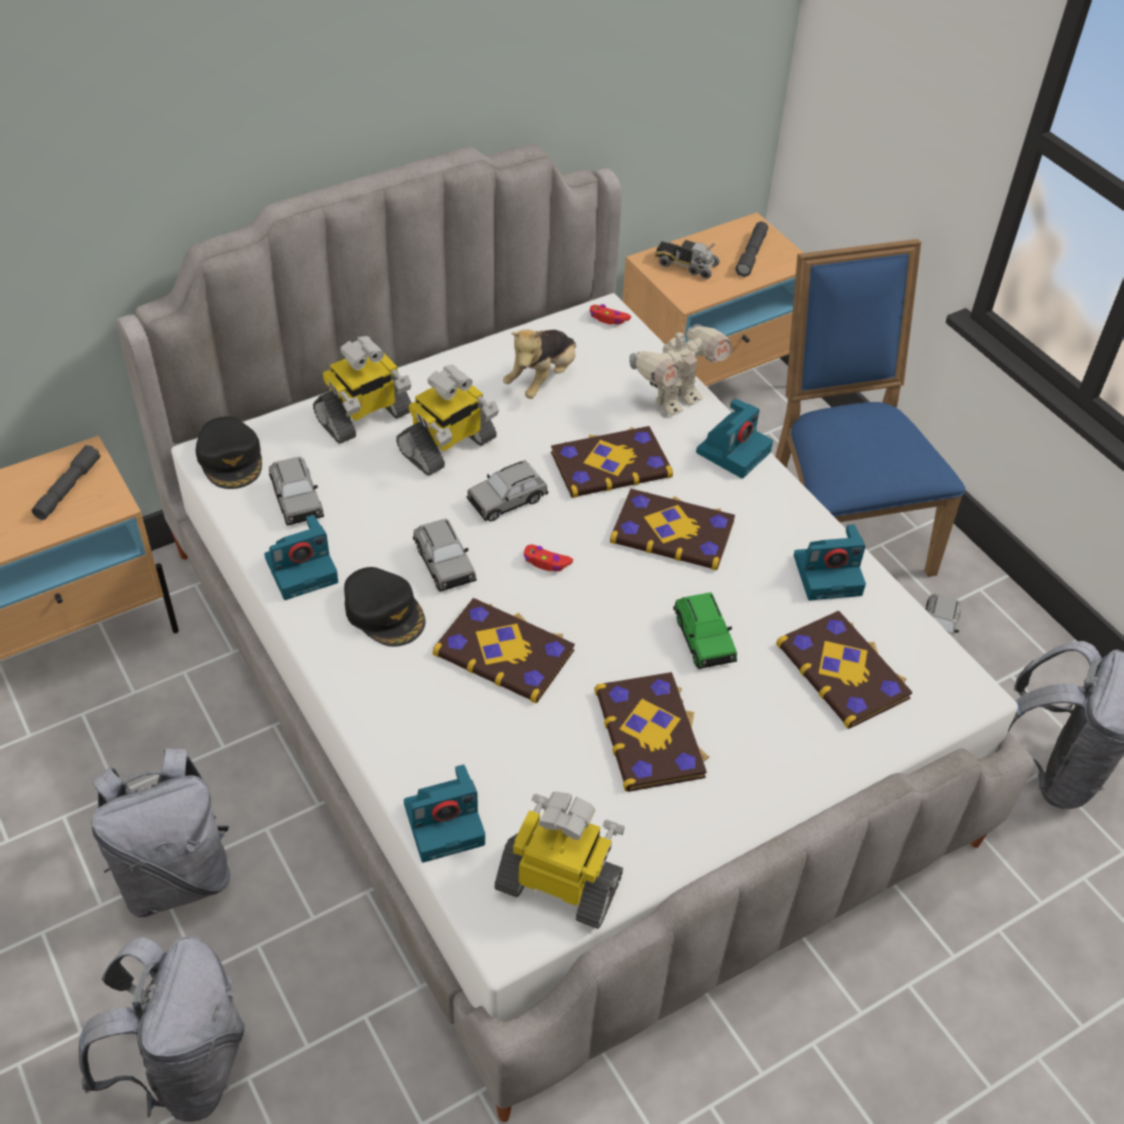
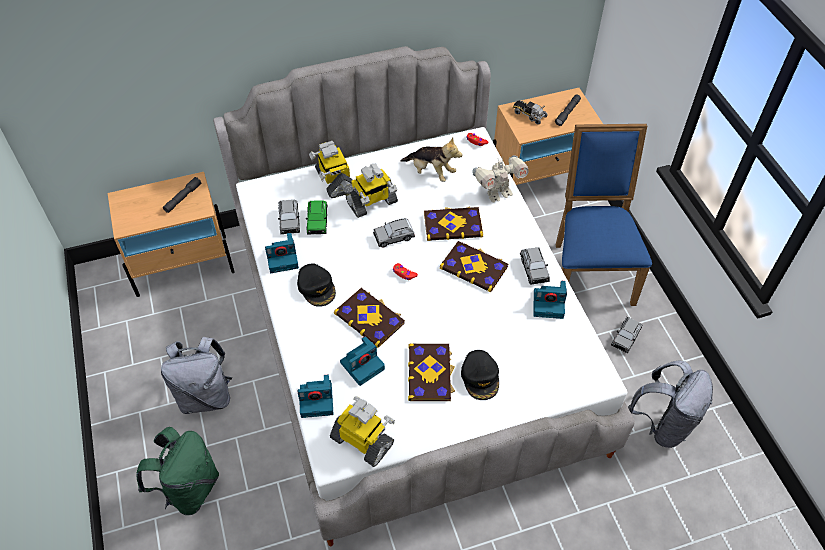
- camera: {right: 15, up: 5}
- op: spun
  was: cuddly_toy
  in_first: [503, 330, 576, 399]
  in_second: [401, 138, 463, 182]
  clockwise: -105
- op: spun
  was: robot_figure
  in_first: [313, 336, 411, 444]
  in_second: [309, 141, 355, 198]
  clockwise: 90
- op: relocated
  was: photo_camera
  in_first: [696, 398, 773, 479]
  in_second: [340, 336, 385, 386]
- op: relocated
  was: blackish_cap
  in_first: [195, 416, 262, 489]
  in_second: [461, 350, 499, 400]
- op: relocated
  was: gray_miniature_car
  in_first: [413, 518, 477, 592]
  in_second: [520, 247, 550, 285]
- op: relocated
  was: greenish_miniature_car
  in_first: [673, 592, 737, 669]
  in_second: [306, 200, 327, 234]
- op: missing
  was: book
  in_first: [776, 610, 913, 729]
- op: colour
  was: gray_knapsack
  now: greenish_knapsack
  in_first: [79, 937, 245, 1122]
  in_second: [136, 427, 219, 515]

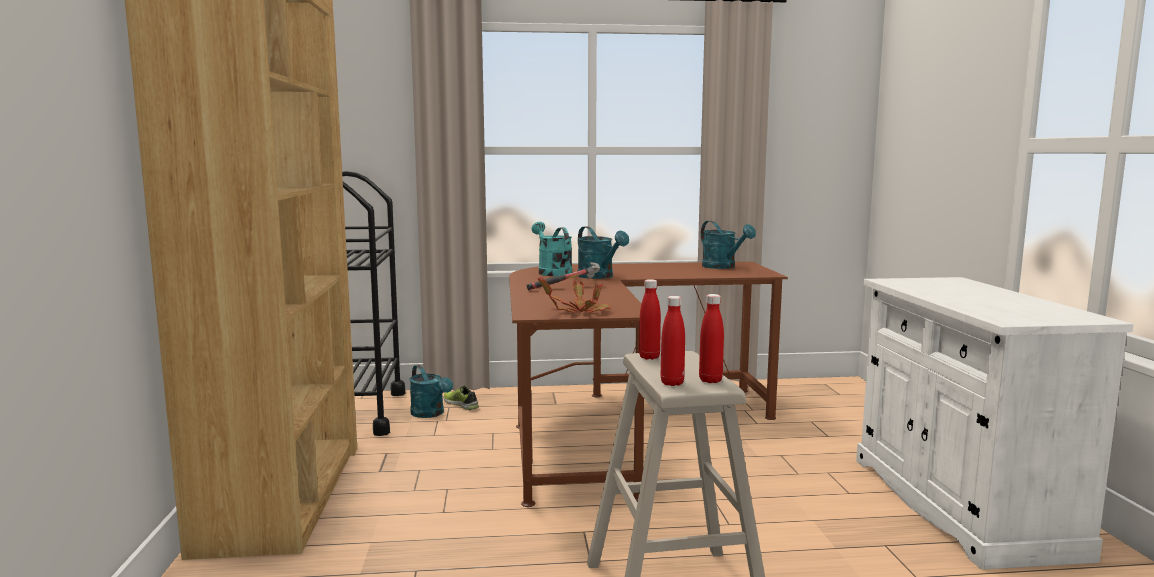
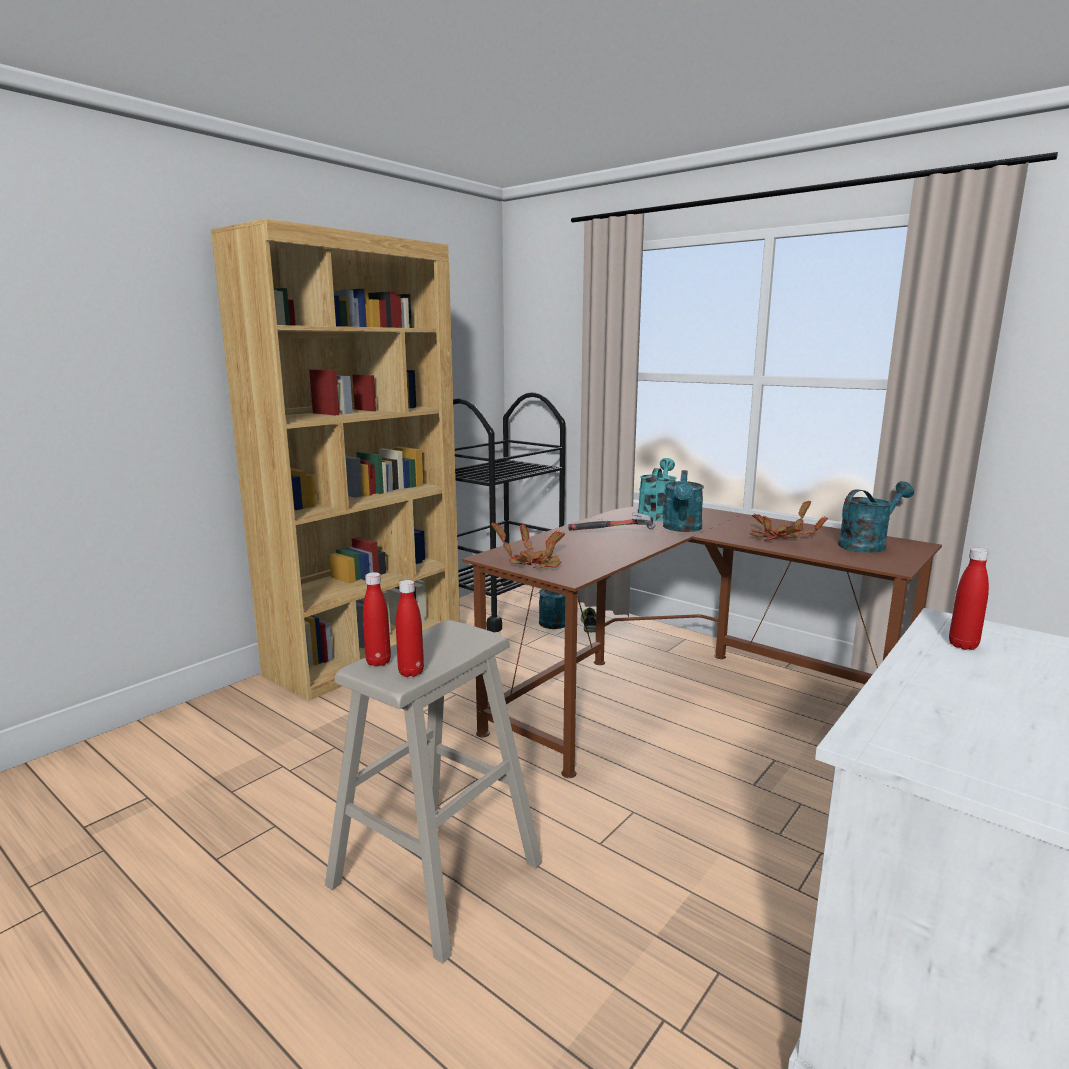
- camera: {right: 45, up: 5}
- op: spun
  was: turquoise-coloured_watering_pot
  in_first: [701, 221, 756, 269]
  in_second: [838, 481, 914, 553]
  clockwise: -135
- op: relocated
  was: reddish_bottle
  in_first: [639, 279, 661, 360]
  in_second: [949, 548, 989, 650]
- op: appeared
  now: houseplant
  in_second: [750, 501, 828, 541]

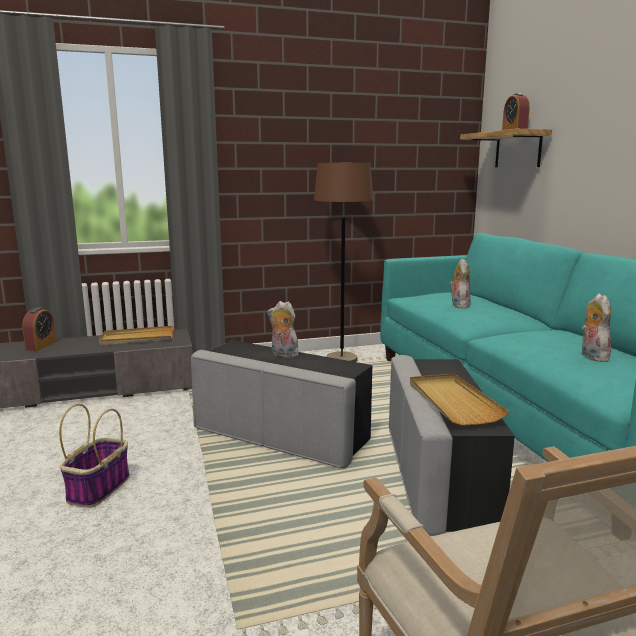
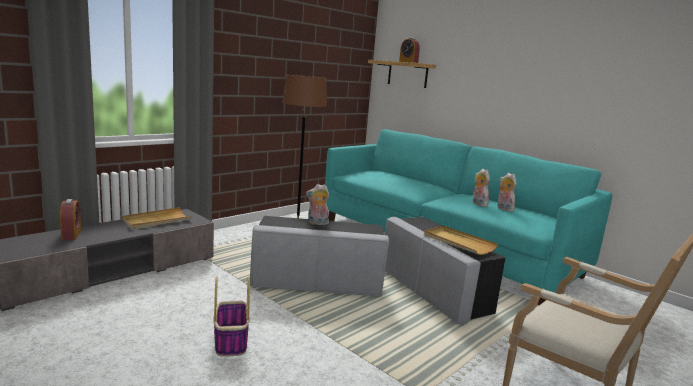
- camera: {right: -30, up: 0}
- op: relocated
  was: cuddly_toy
  in_first: [450, 259, 471, 308]
  in_second: [473, 169, 490, 207]

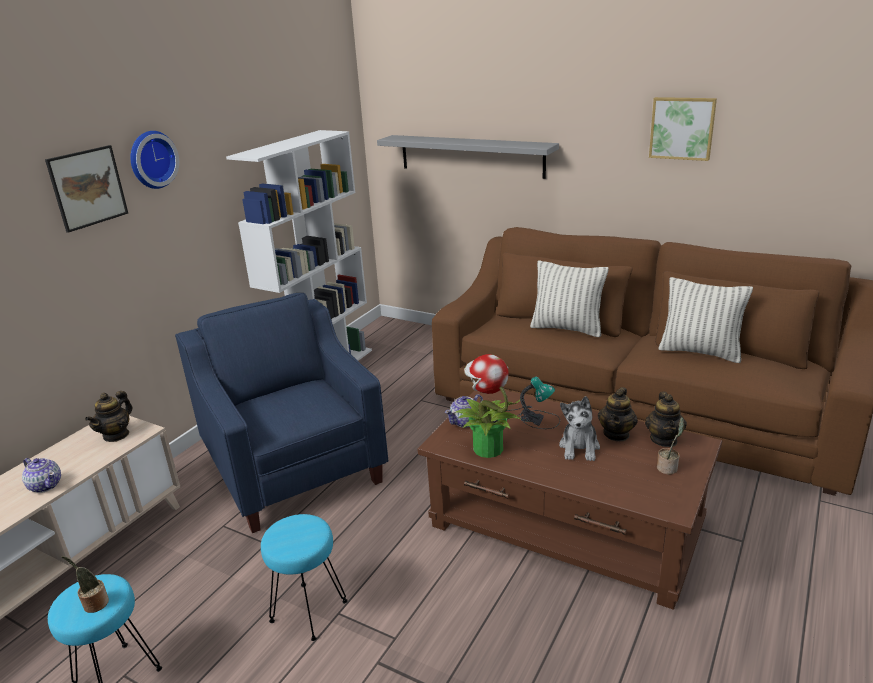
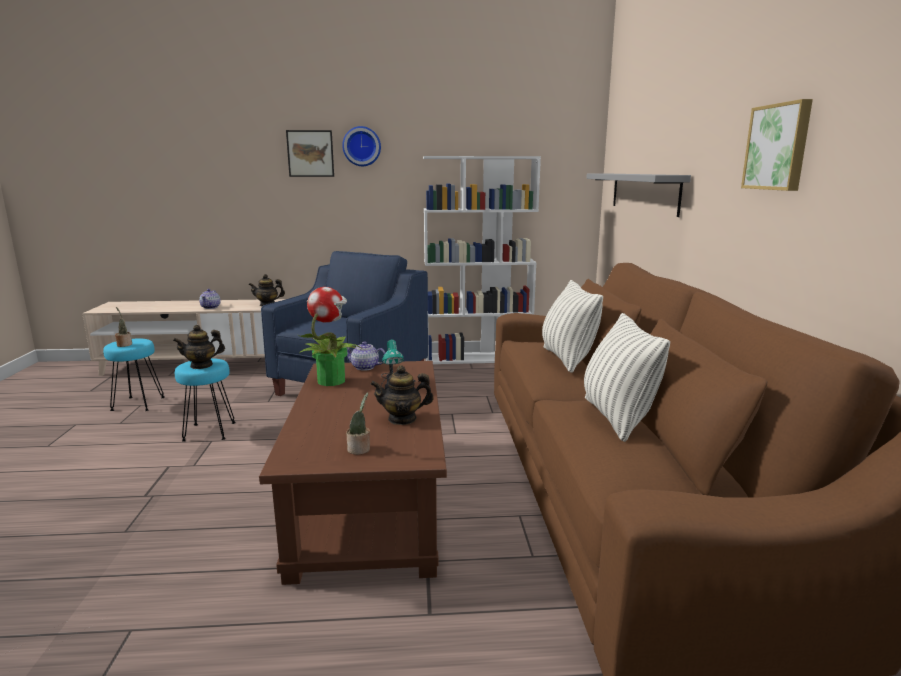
- camera: {right: 55, up: -10}
- op: relocated
  was: pot_for_tea
  in_first: [645, 392, 687, 447]
  in_second: [173, 325, 225, 369]
- op: missing
  was: cuddly_toy
  in_first: [559, 396, 600, 461]

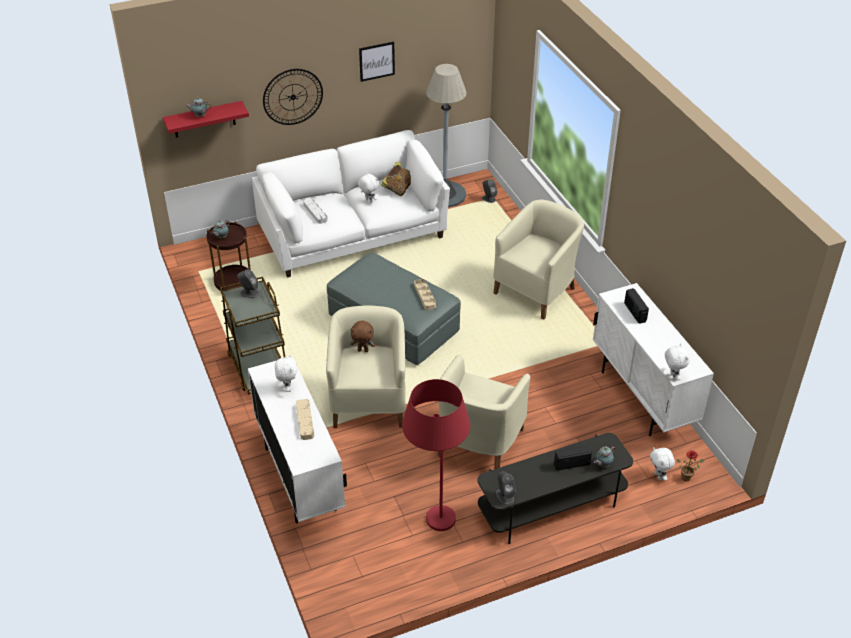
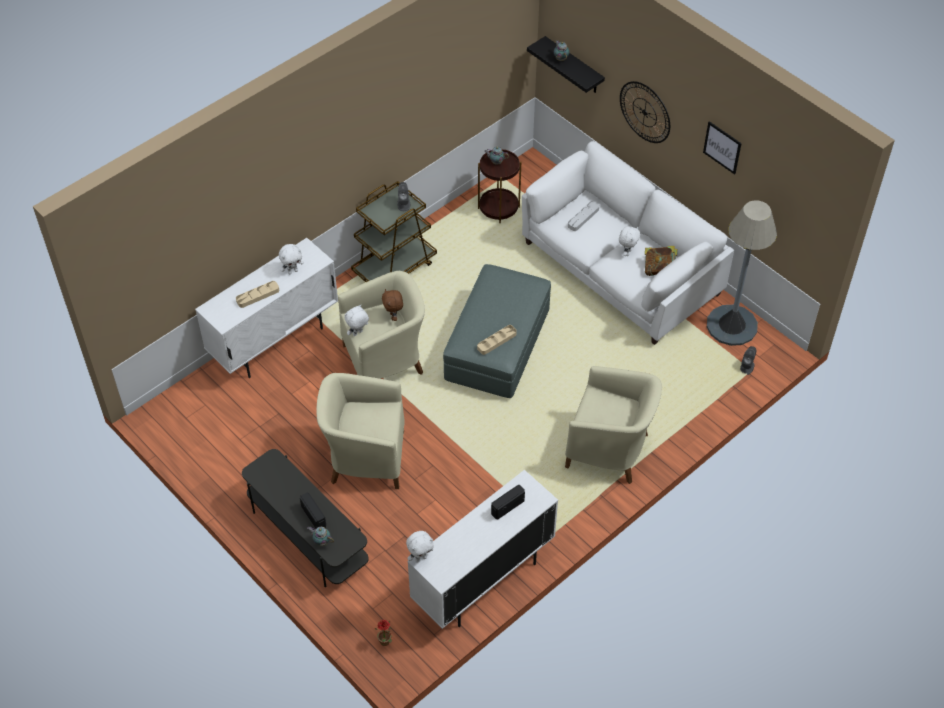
- camera: {right: 70, up: 10}
- op: colour
  was: reddish_bracket_shelf
  now: blackish_bracket_shelf
  in_first: [163, 101, 249, 137]
  in_second: [527, 36, 605, 93]
- op: missing
  was: reddish_standing_lamp
  in_first: [402, 379, 470, 531]
- op: relocated
  was: whitish_cuddly_toy
  in_first: [650, 447, 675, 481]
  in_second: [344, 305, 369, 336]
- op: missing
  was: gray_loudspeaker
  in_first: [496, 471, 516, 505]

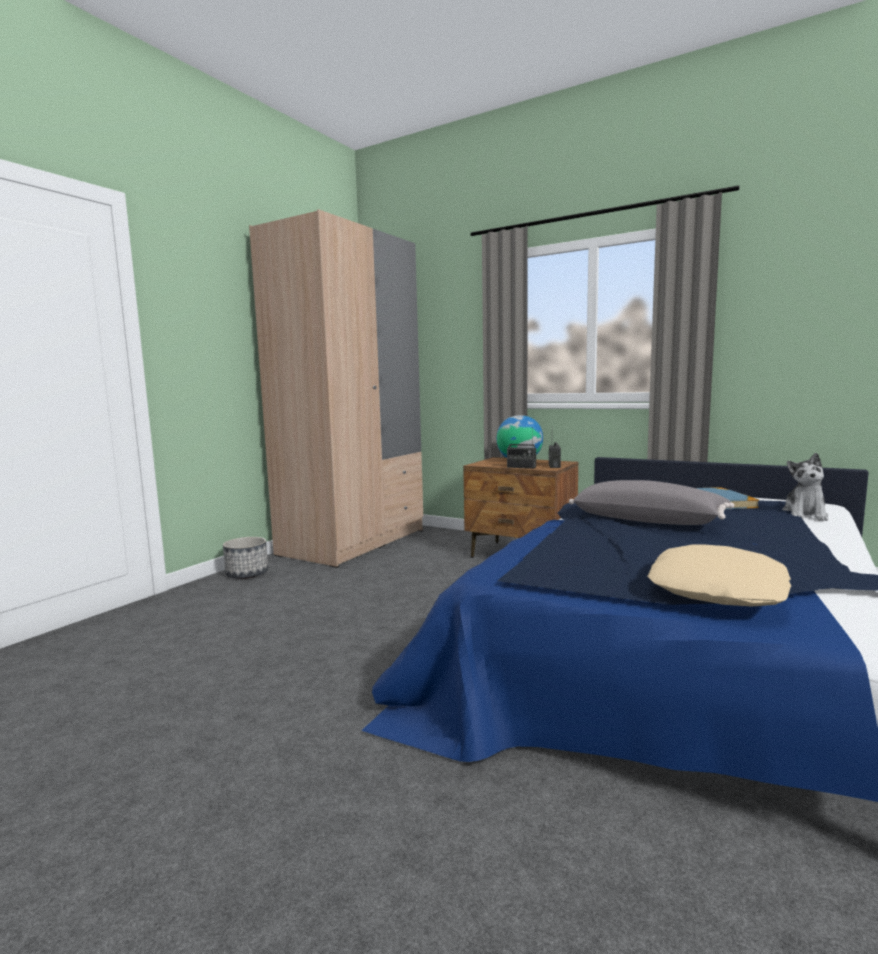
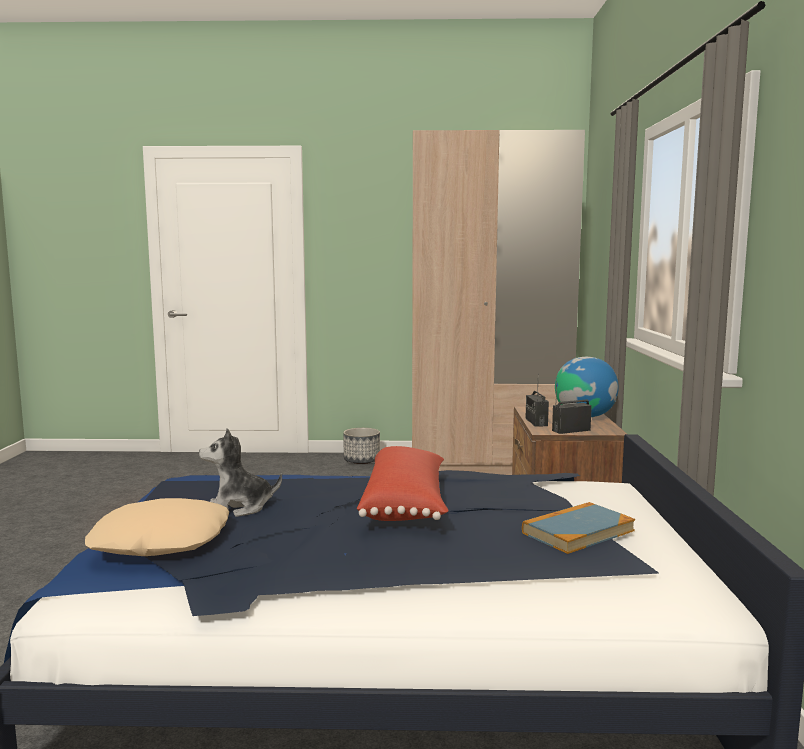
- camera: {right: 60, up: 0}
- op: relocated
  was: cuddly_toy
  in_first: [782, 453, 828, 521]
  in_second: [199, 428, 282, 517]
- op: colour
  was: gray_throw_pillow
  now: reddish_throw_pillow
  in_first: [569, 480, 734, 525]
  in_second: [357, 446, 448, 521]

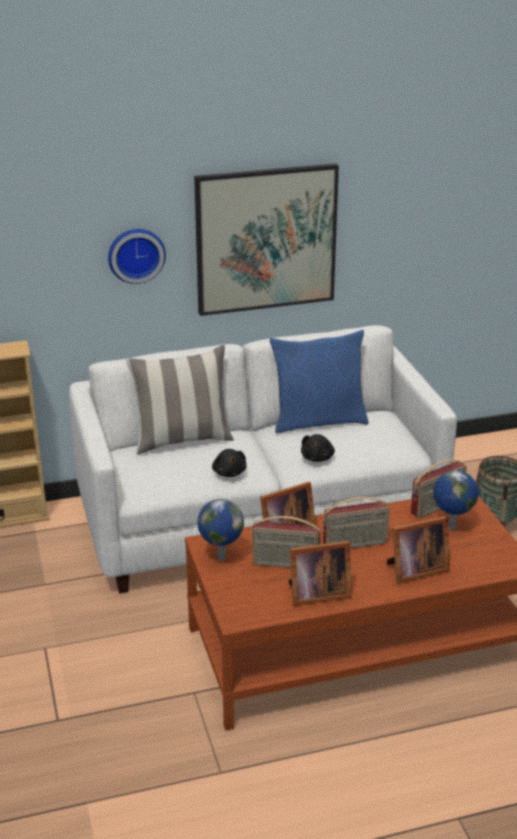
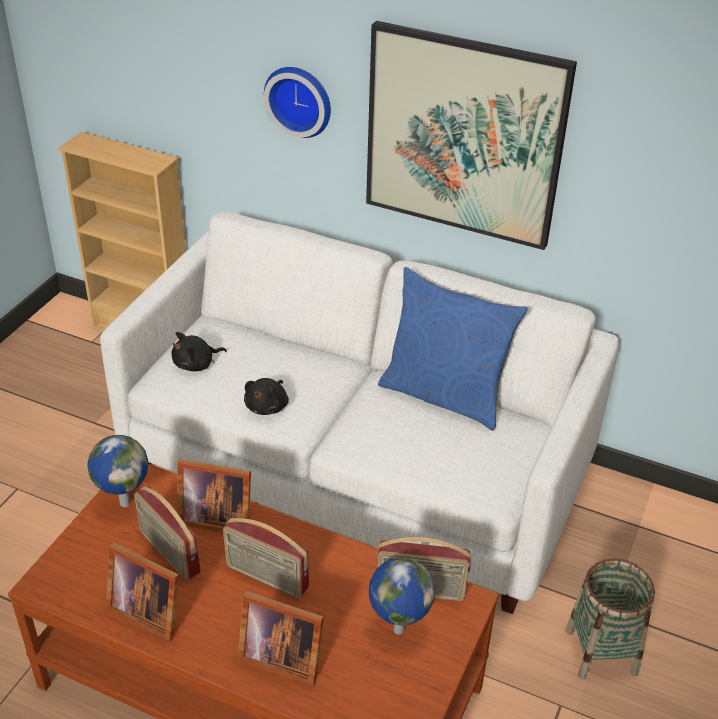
- camera: {right: 40, up: 10}
- op: missing
  was: throw_pillow
  in_first: [126, 345, 234, 455]
- op: relocated
  was: blackish_cuddly_toy
  in_first: [301, 434, 335, 462]
  in_second: [172, 332, 227, 371]

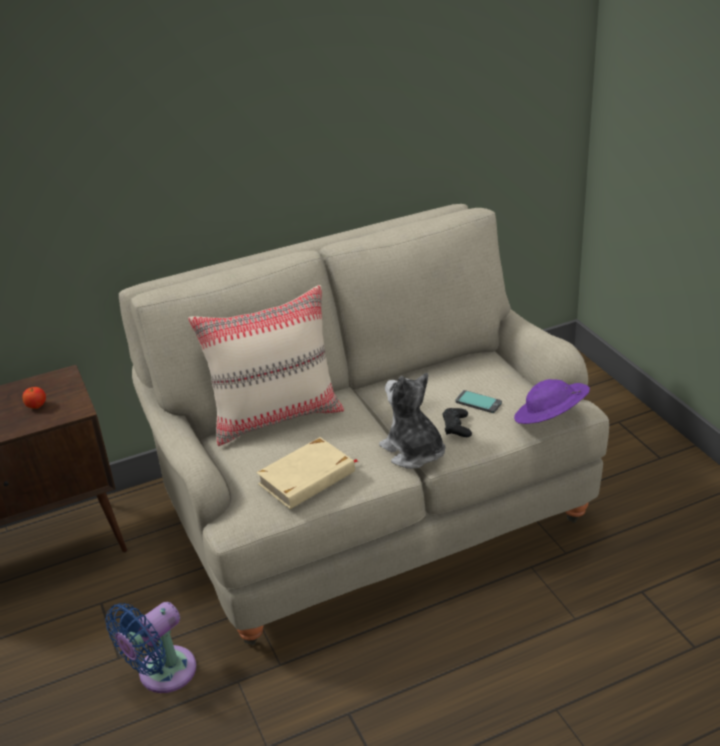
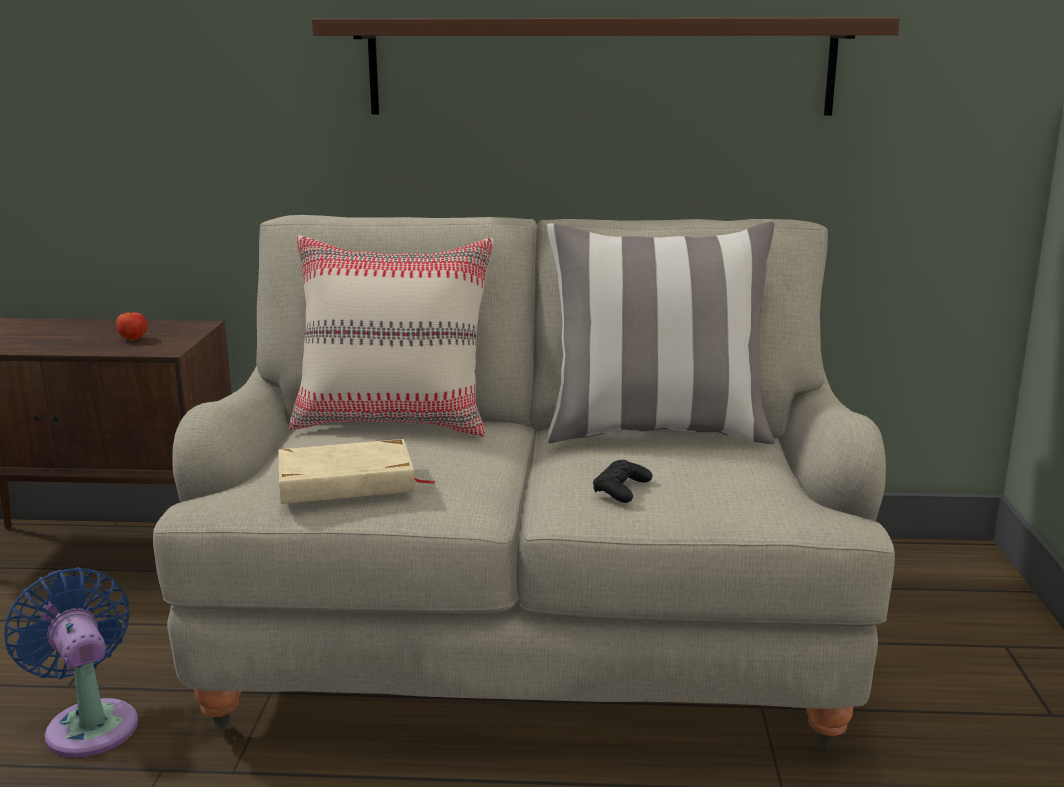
- camera: {right: 25, up: -15}
- op: missing
  was: cuddly_toy
  in_first: [379, 373, 445, 469]
- op: missing
  was: purplish_hat
  in_first: [514, 379, 590, 424]
- op: missing
  was: handset
  in_first: [455, 390, 502, 413]
- op: spun
  was: bluish_cooling_fan
  in_first: [105, 602, 196, 693]
  in_second: [4, 567, 138, 758]
  clockwise: 75
- op: appeared
  now: brown_bracket_shelf
  in_second: [312, 17, 900, 116]
- op: appeared
  now: throw_pillow
  in_second: [547, 221, 775, 444]

